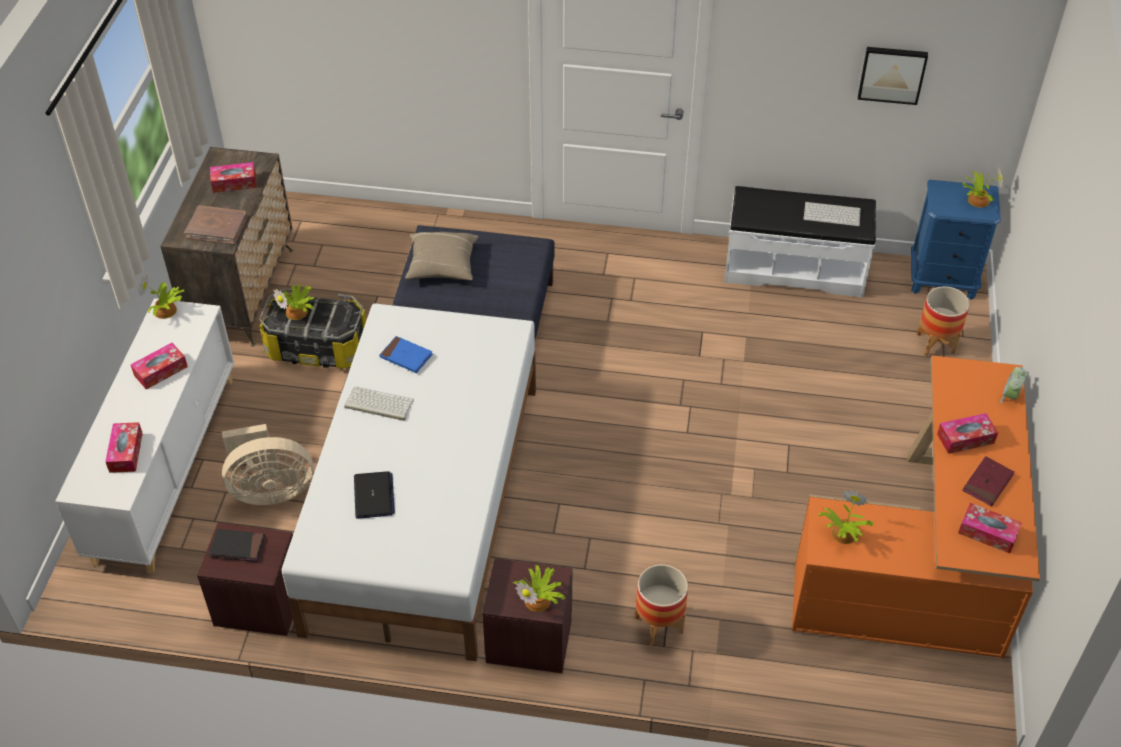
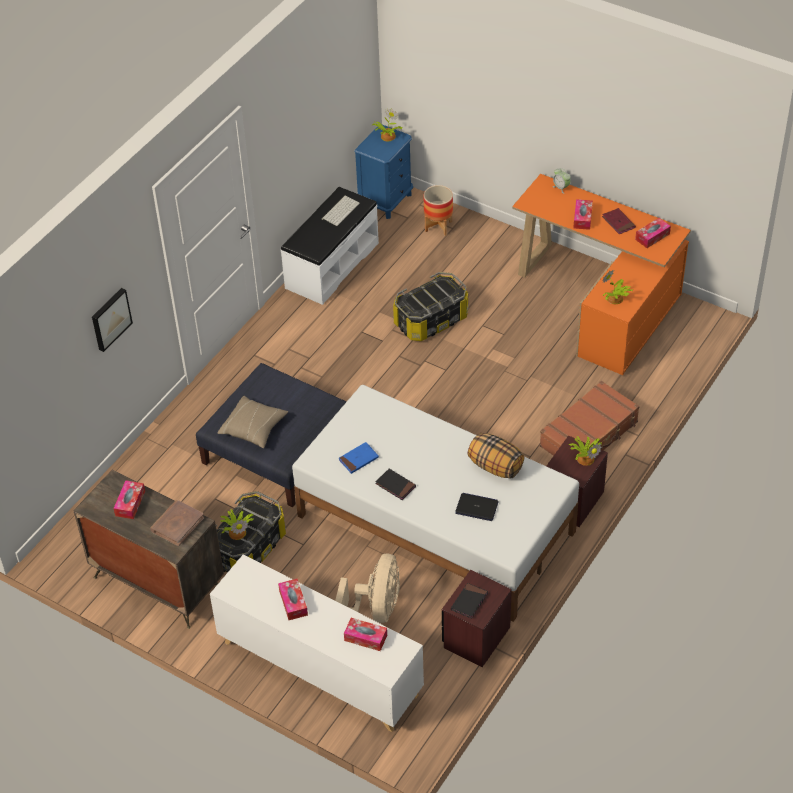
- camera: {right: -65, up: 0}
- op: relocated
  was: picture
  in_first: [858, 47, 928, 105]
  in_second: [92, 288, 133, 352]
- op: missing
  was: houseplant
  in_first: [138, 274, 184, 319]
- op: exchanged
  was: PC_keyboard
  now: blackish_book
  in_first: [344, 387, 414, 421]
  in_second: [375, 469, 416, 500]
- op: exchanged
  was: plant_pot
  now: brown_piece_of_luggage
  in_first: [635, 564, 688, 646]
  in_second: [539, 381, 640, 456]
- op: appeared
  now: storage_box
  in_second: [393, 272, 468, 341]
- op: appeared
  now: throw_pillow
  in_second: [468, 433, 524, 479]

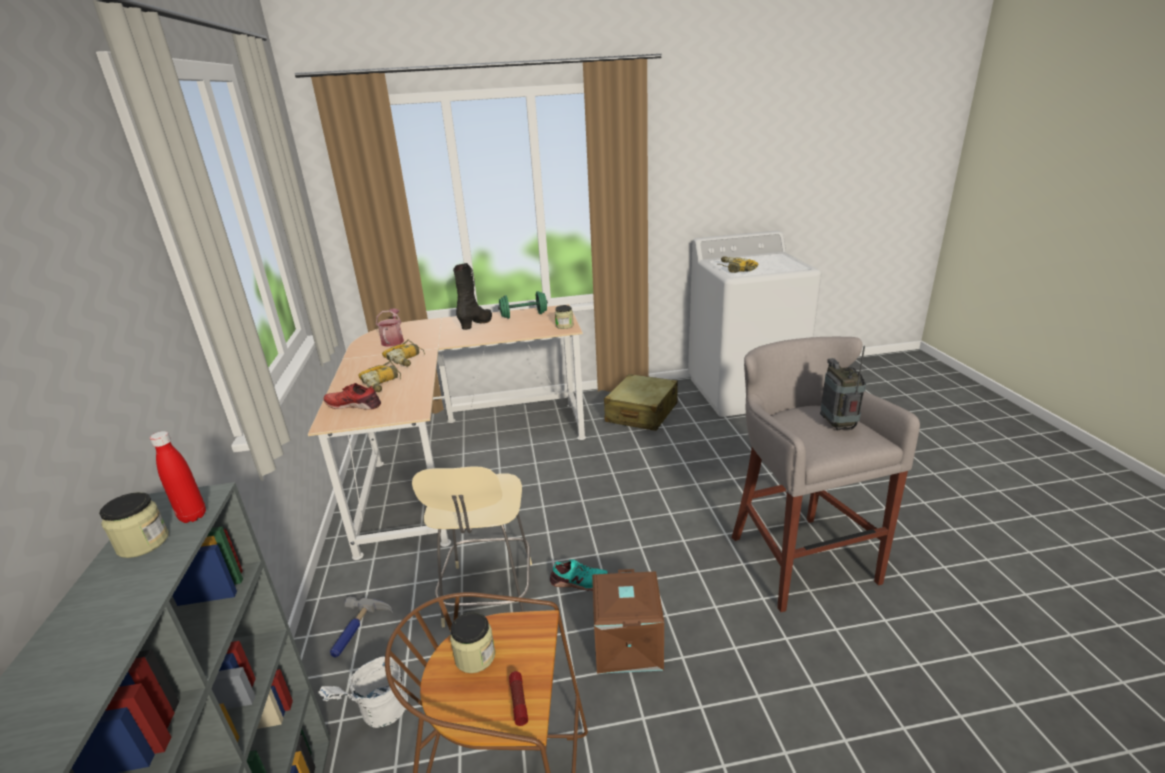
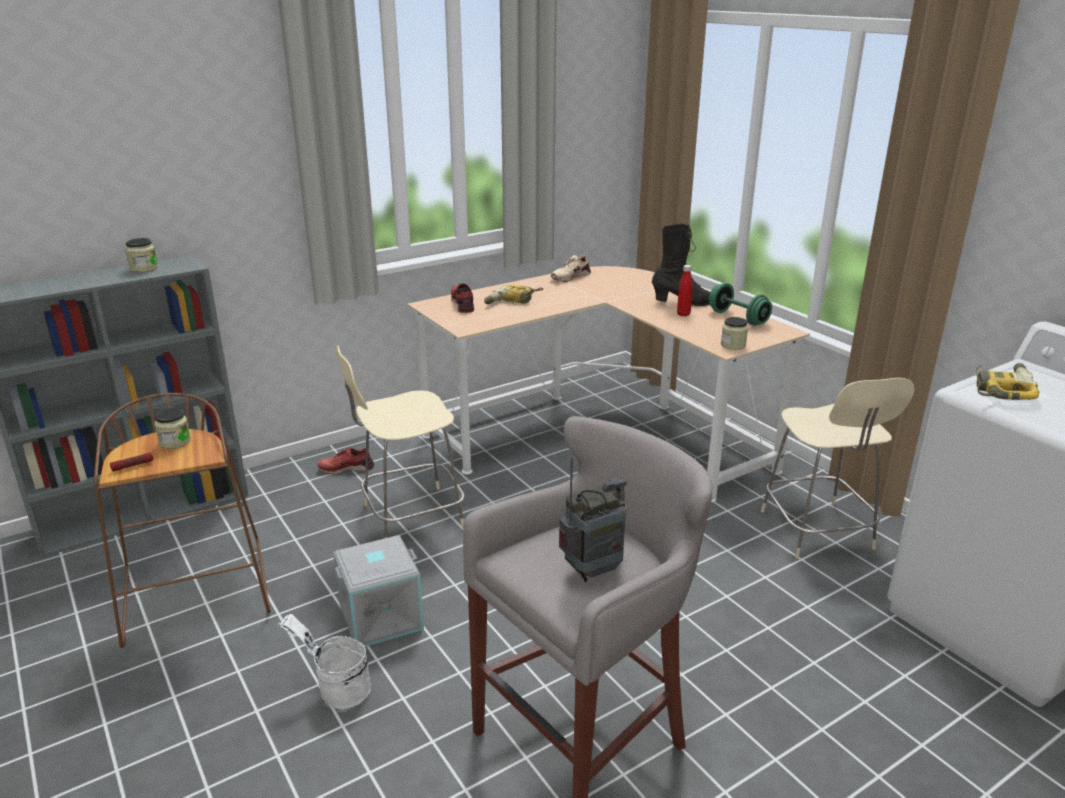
- camera: {right: 65, up: 0}
- op: missing
  was: watering_pot
  in_first: [376, 309, 404, 347]
- op: missing
  was: power_drill
  in_first: [382, 339, 425, 367]
- op: exchanged
  was: beige-coloured_piece_of_luggage
  now: beige-coloured_chair
  in_first: [604, 374, 678, 431]
  in_second: [761, 378, 914, 559]
- op: relocated
  was: reddish_bottle
  in_first: [150, 431, 206, 523]
  in_second: [677, 265, 693, 317]
- op: missing
  was: turquoise-coloured_item_of_footwear
  in_first: [550, 559, 609, 591]
- op: colour
  was: brown_storage_box
  now: gray_storage_box
  in_first: [592, 569, 664, 674]
  in_second: [333, 535, 424, 647]
- op: exchanged
  was: hammer
  now: reddish_item_of_footwear
  in_first: [330, 596, 393, 657]
  in_second: [318, 447, 374, 474]
- op: relocated
  was: whitish_bucket
  in_first: [318, 657, 408, 728]
  in_second: [278, 614, 371, 709]
- op: appeared
  now: beige-coloured_item_of_footwear
  in_second: [551, 255, 591, 282]

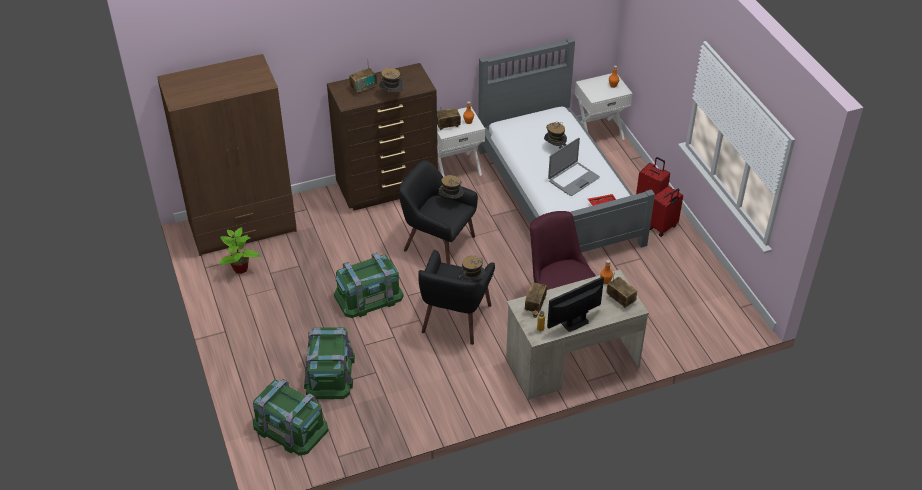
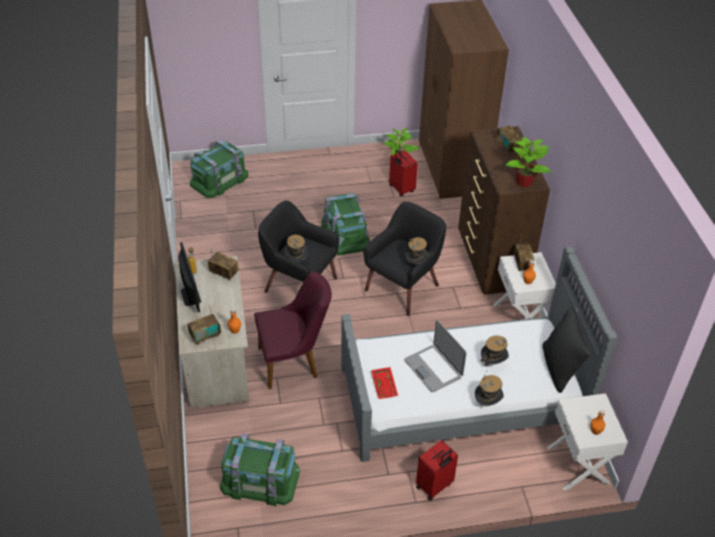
- camera: {right: 100, up: 0}
- op: relocated
  was: hat
  in_first: [379, 68, 404, 93]
  in_second: [475, 375, 504, 406]
- op: relocated
  was: reddish_piece_of_luggage
  in_first: [650, 186, 683, 237]
  in_second: [389, 150, 418, 196]
- op: relocated
  was: greenish_storage_box
  in_first: [304, 327, 355, 399]
  in_second: [220, 433, 300, 506]
- op: appeared
  now: houseplant
  in_second: [505, 137, 551, 187]
- op: appeared
  now: blackish_throw_pillow
  in_second: [542, 307, 591, 393]

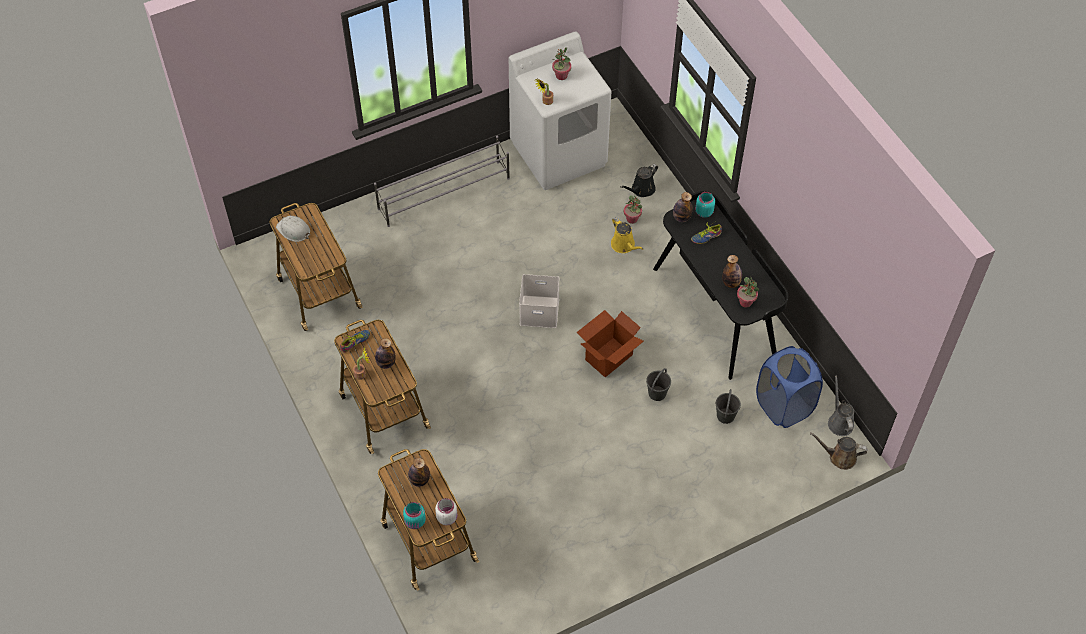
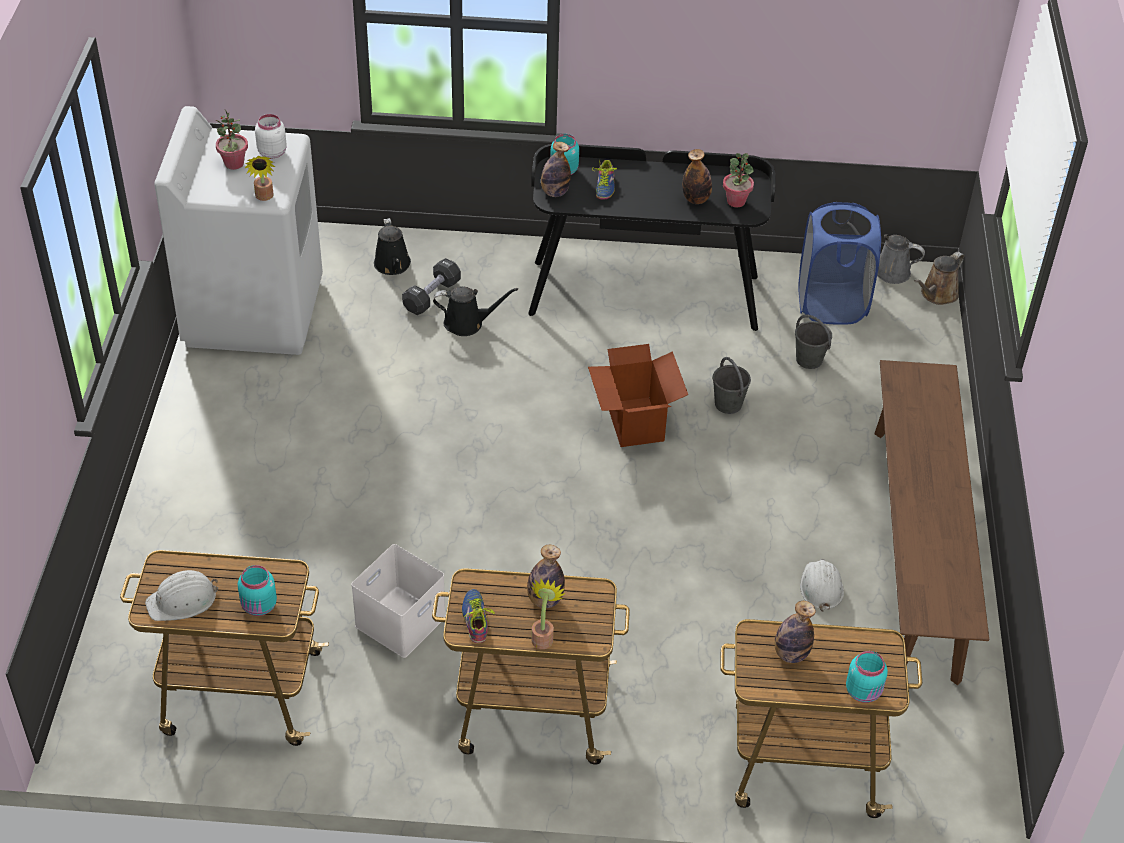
- camera: {right: -60, up: -10}
- op: missing
  was: gray_shoe_rack
  in_first: [374, 136, 510, 227]
- op: exchanged
  was: houseplant
  now: blackish_free_weight
  in_first: [624, 195, 642, 224]
  in_second: [402, 258, 461, 315]
- op: colour
  was: yellowish_watering_pot
  now: blackish_watering_pot
  in_first: [611, 217, 643, 253]
  in_second: [433, 286, 518, 336]
- op: relocated
  was: whitish_storage_box
  in_first: [519, 274, 559, 328]
  in_second: [351, 544, 446, 658]
- op: relocated
  was: whitish_jar
  in_first: [435, 498, 457, 525]
  in_second: [255, 114, 287, 159]
- op: appeared
  now: brown_bench
  in_second: [874, 360, 989, 685]
- op: appeared
  now: whitish_safety_helmet
  in_second: [800, 559, 844, 612]
- op: appeared
  now: turquoise-coloured_jar
  in_second: [238, 565, 277, 616]

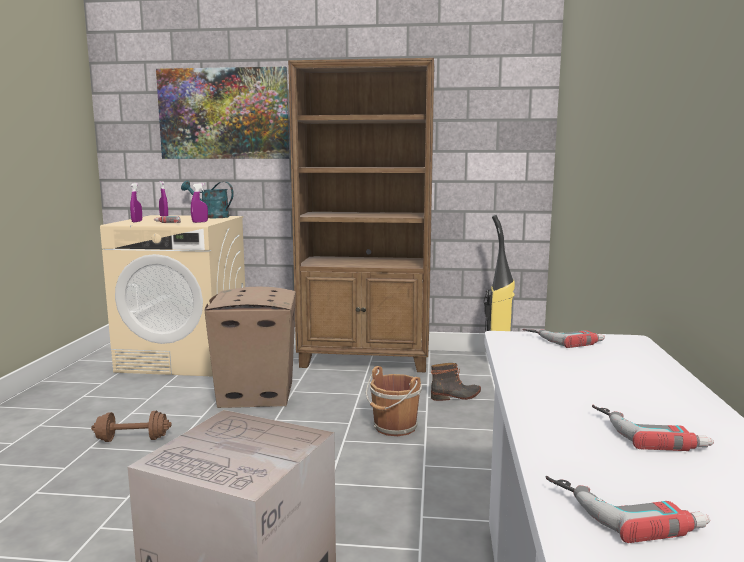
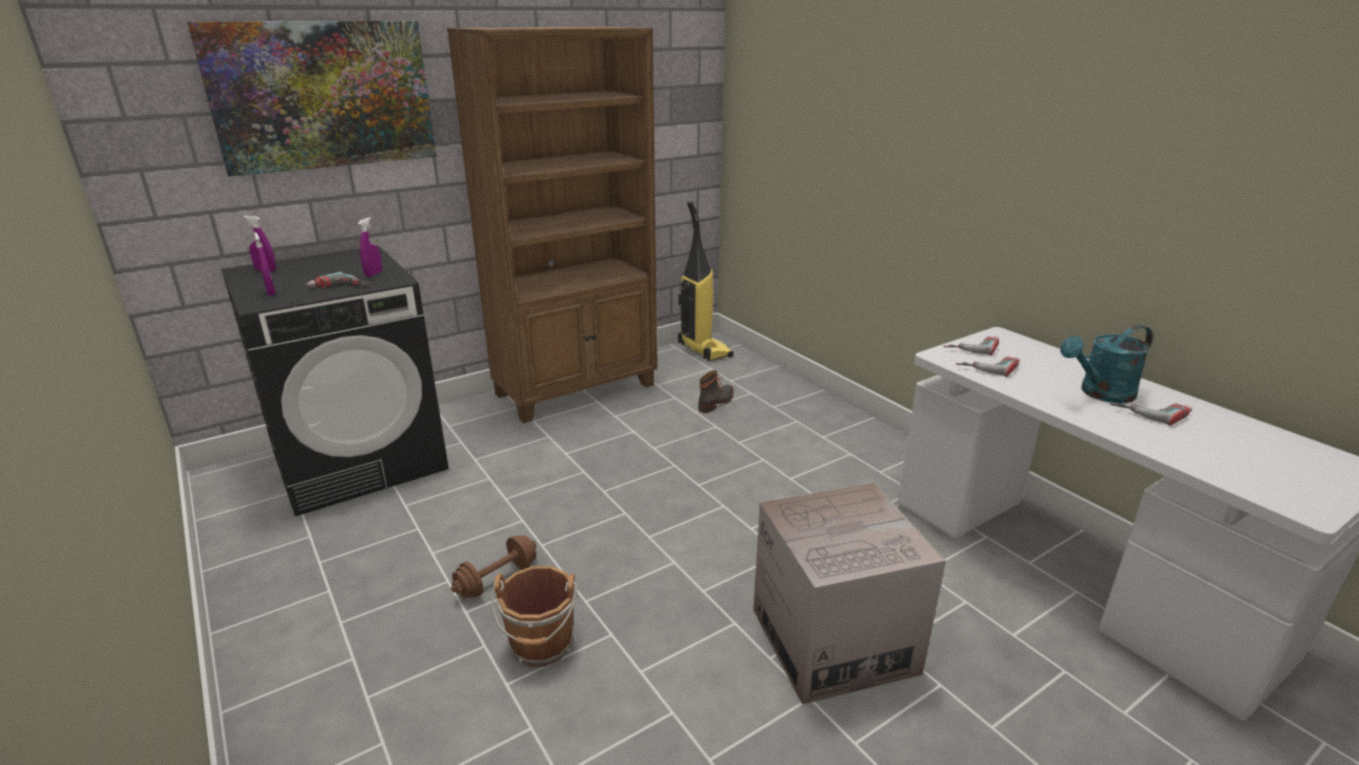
- camera: {right: -40, up: 15}
- op: relocated
  was: turquoise-coloured_watering_pot
  in_first: [181, 180, 234, 218]
  in_second: [1060, 325, 1153, 403]
- op: colour
  was: beige-coloured_washing_machine
  now: blackish_washing_machine
  in_first: [100, 215, 245, 377]
  in_second: [221, 246, 449, 516]
- op: missing
  was: cardboard_box
  in_first: [205, 287, 296, 408]
- op: relocated
  was: brown_bucket
  in_first: [366, 366, 422, 436]
  in_second: [491, 566, 578, 666]
- op: relocated
  was: power_drill
  in_first: [546, 476, 710, 543]
  in_second: [956, 357, 1020, 377]

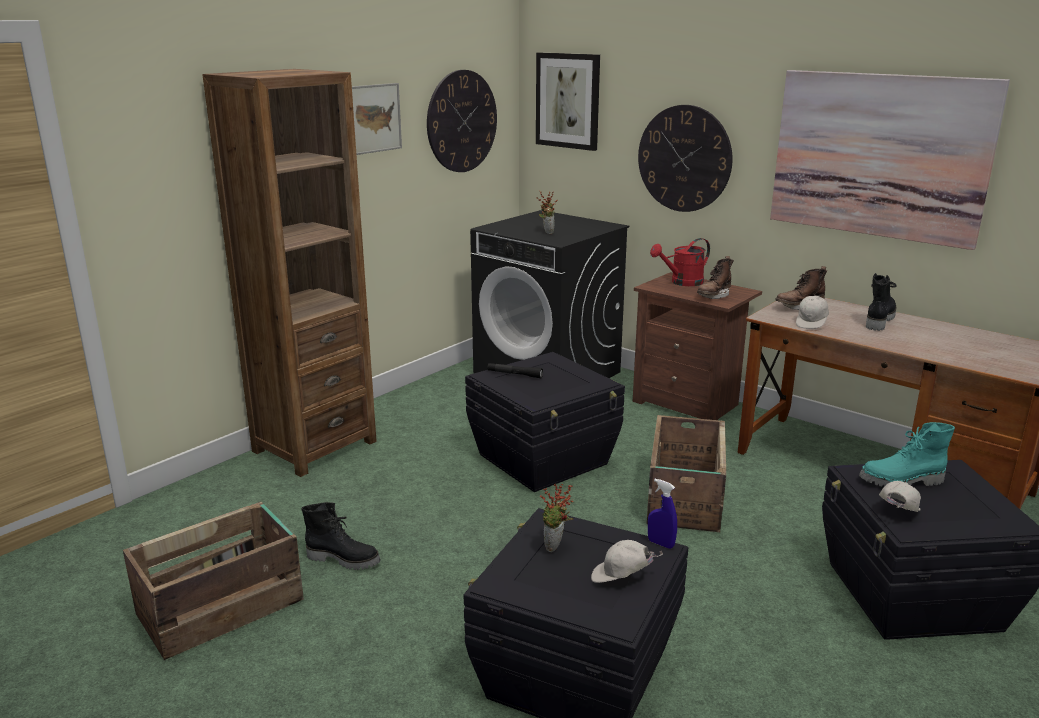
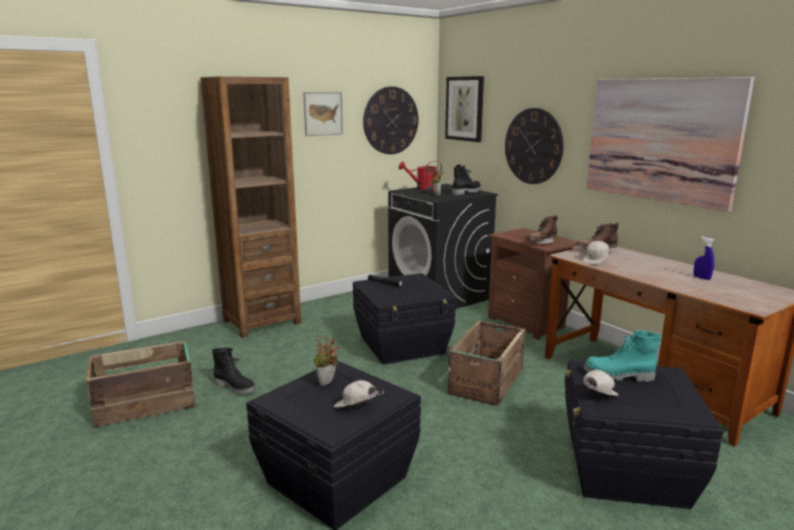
- camera: {right: 15, up: -5}
- op: relocated
  was: reddish_watering_pot
  in_first: [650, 238, 710, 286]
  in_second: [399, 161, 442, 190]
- op: relocated
  was: blackish_tall_boot
  in_first: [866, 273, 897, 331]
  in_second: [452, 164, 481, 195]
- op: relocated
  was: bluish_sprayer
  in_first: [648, 479, 677, 549]
  in_second: [694, 237, 714, 280]

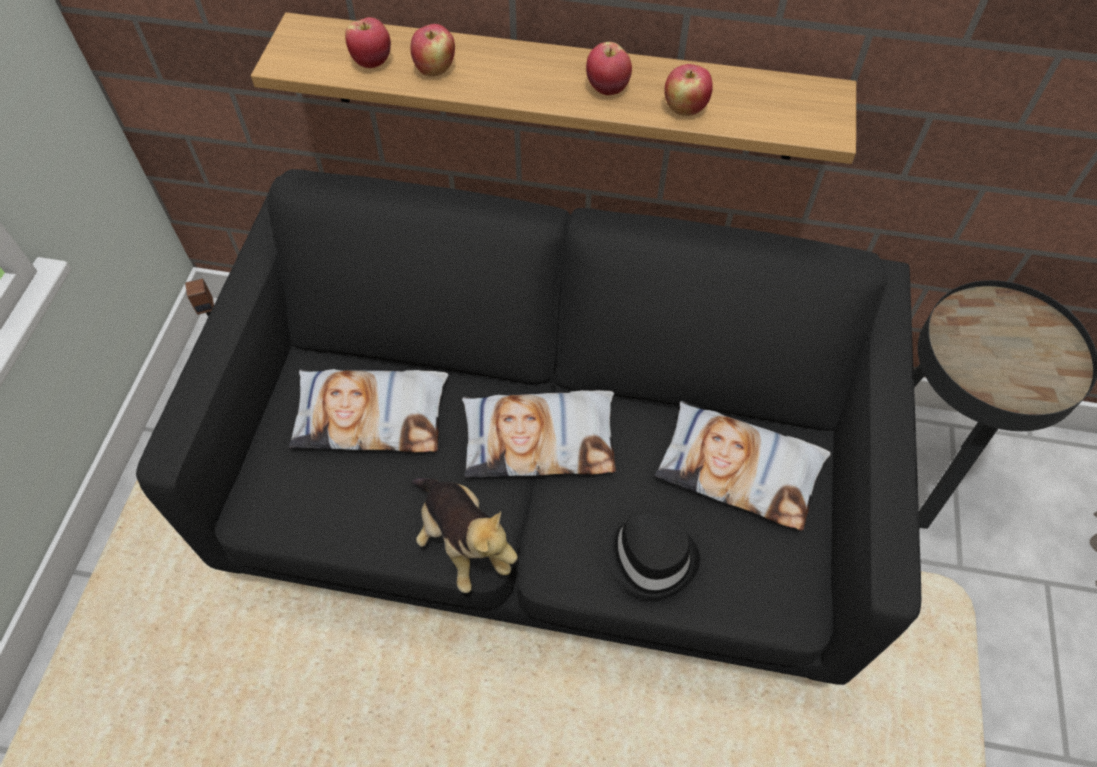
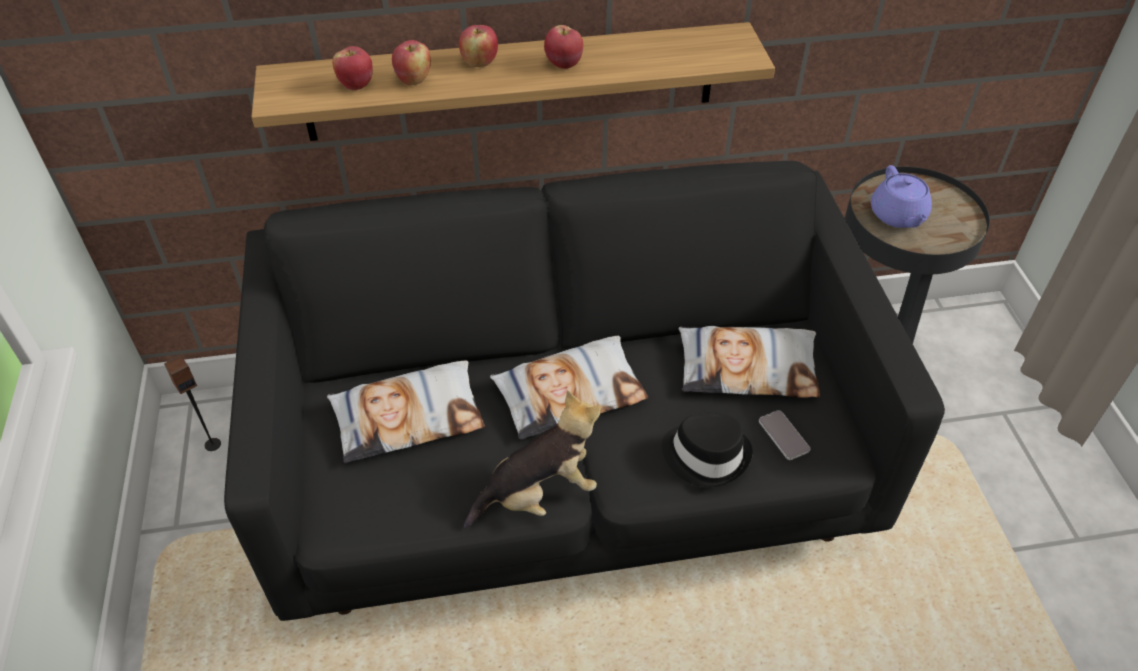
- camera: {right: -20, up: -10}
- op: relocated
  was: whole_apple
  in_first: [664, 64, 713, 116]
  in_second: [459, 25, 498, 67]
- op: spun
  was: cuddly_toy
  in_first: [412, 478, 518, 593]
  in_second: [464, 390, 601, 529]
  clockwise: -60
- op: appeared
  now: purplish_pot_for_tea
  in_second: [871, 165, 932, 228]
- op: appeared
  now: handset
  in_second: [759, 410, 810, 460]

